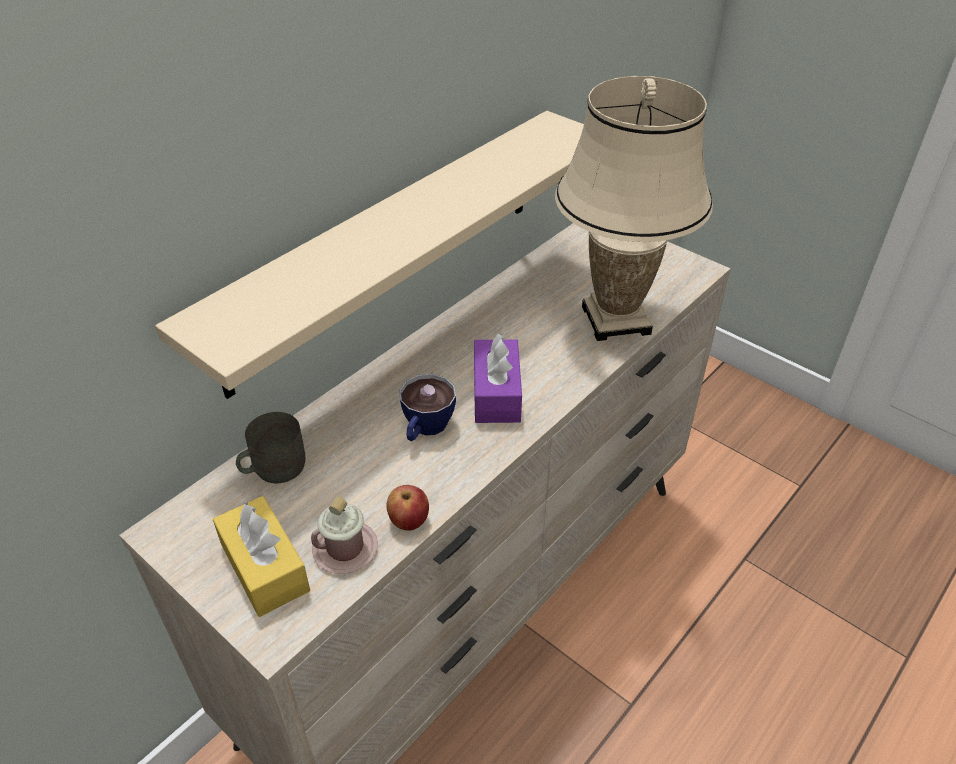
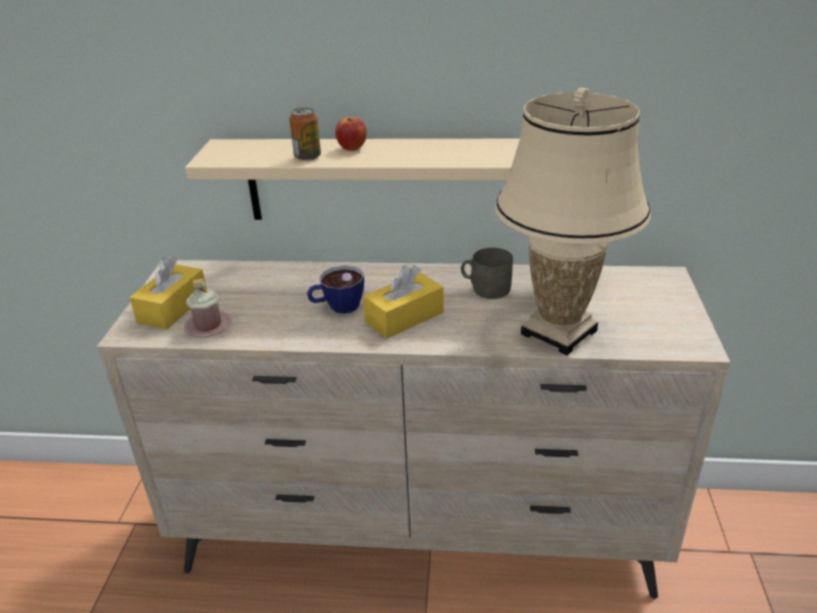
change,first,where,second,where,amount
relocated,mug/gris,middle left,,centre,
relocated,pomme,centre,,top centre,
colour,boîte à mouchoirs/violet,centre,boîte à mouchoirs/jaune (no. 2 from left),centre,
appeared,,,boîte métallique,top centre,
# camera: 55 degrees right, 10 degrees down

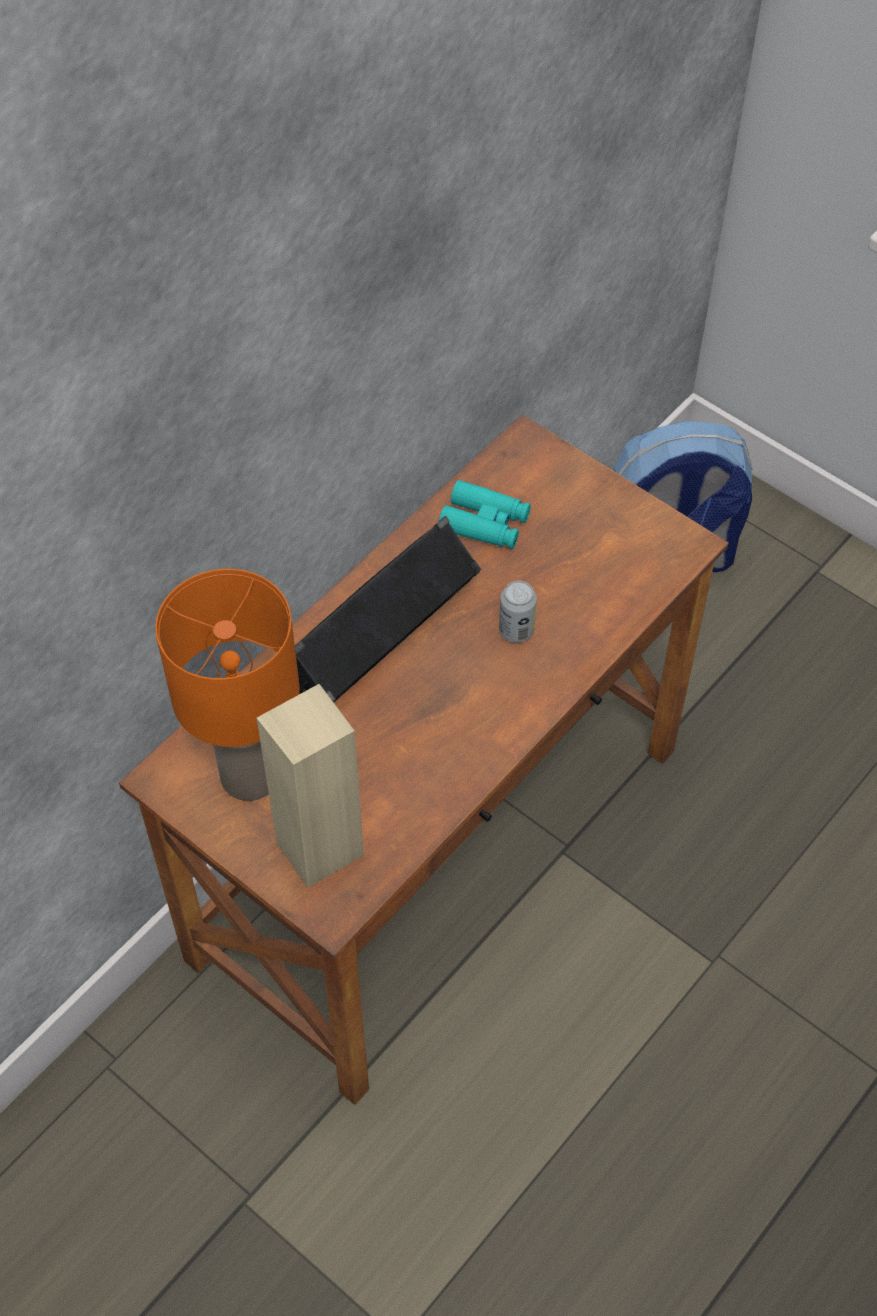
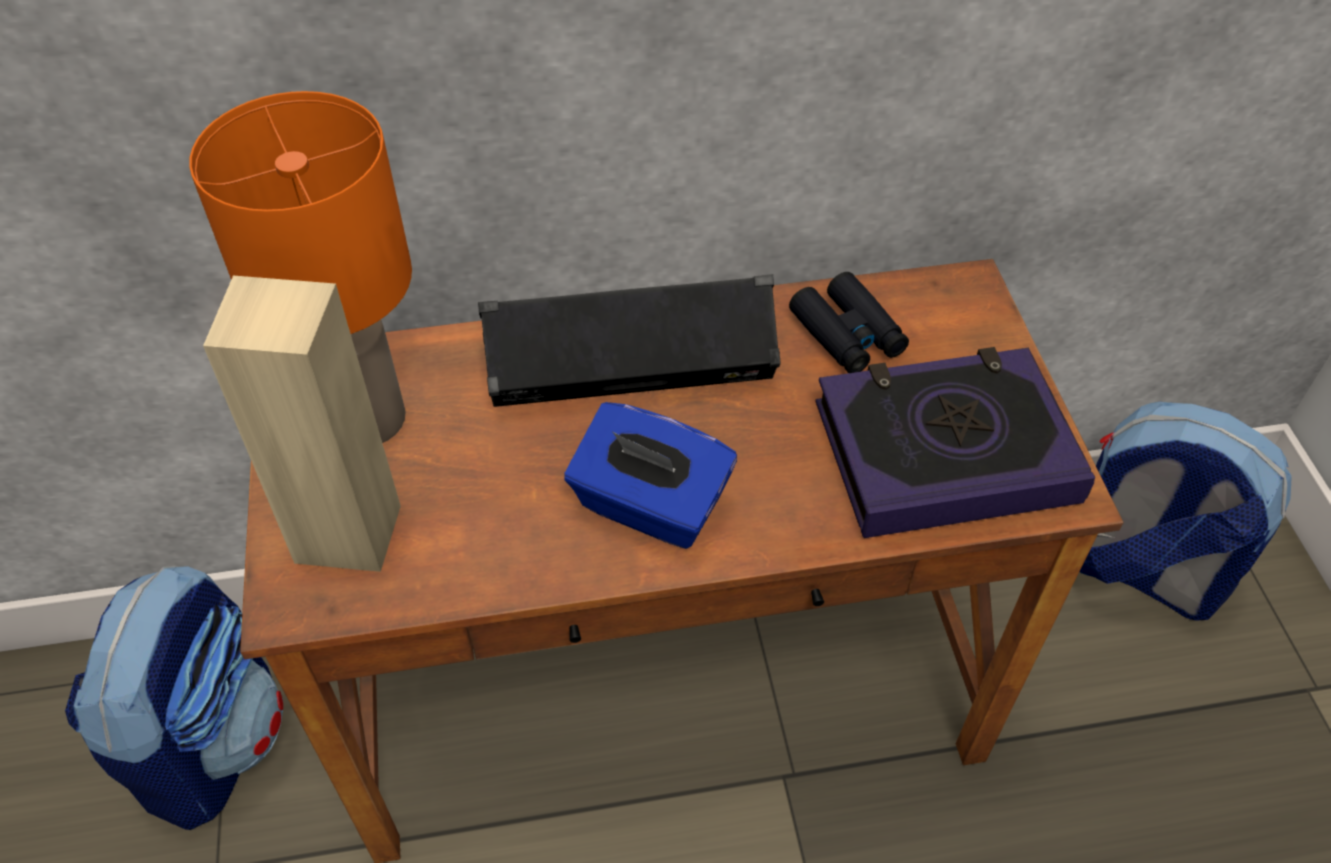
change,first,where,second,where,amount
colour,jumelles/turquoise,centre,jumelles/noir,centre,
missing,boîte métallique,centre,,,
appeared,,,sac à dos (no. 1 from left),bottom left,
appeared,,,boîte à mouchoirs/bleu,centre,
appeared,,,livre,middle right,
# camera: 40 degrees right, 5 degrees down

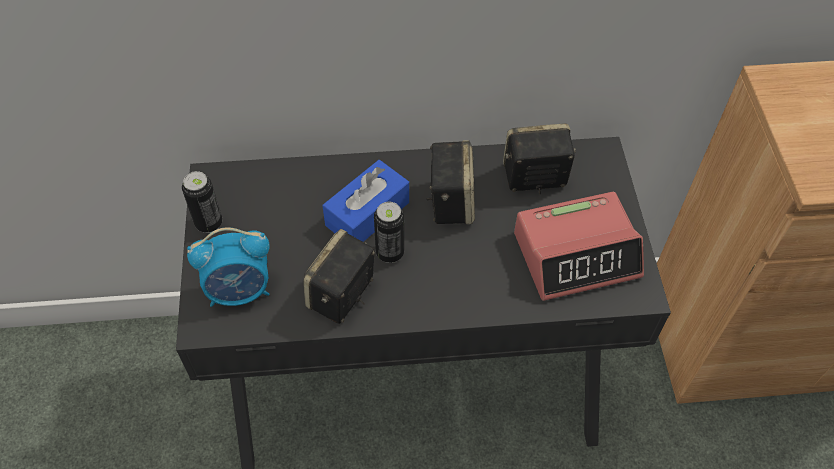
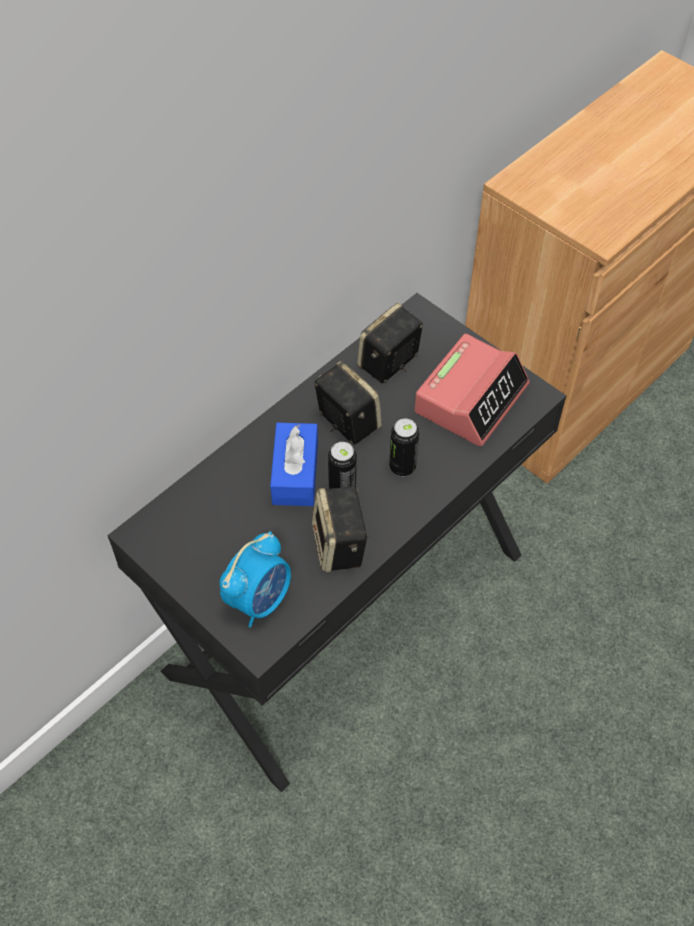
change,first,where,second,where,amount
relocated,boîte métallique (no. 1 from left in the first image),middle left,boîte métallique (no. 2 from left),centre,
# camera: 40 degrees left, 0 degrees up

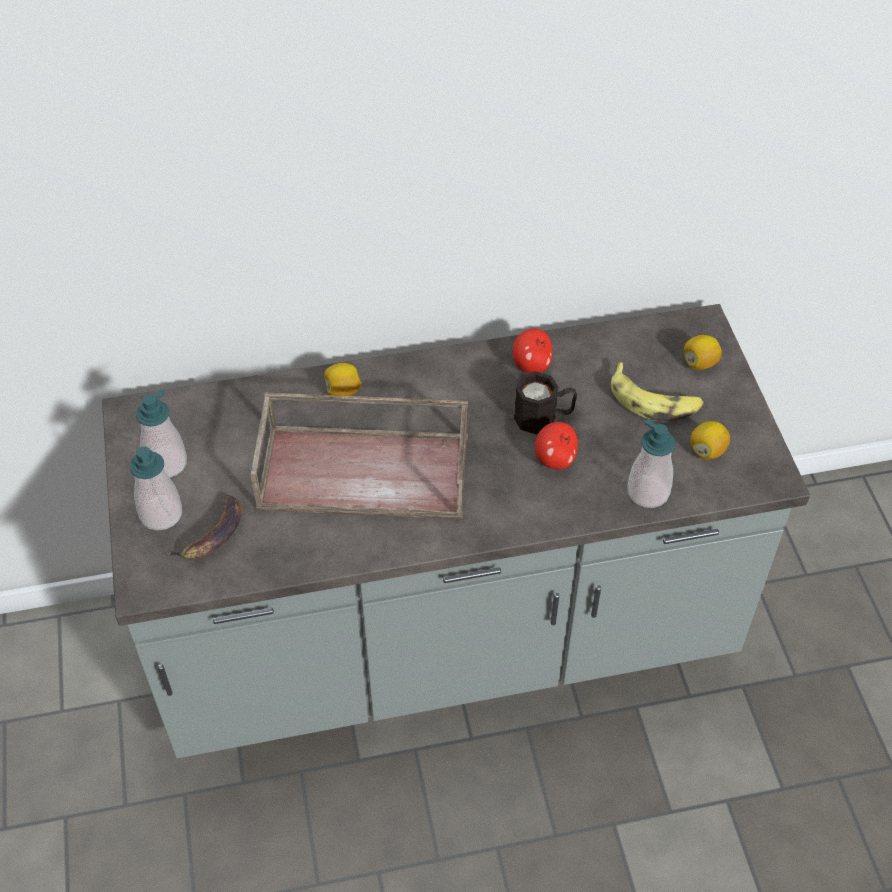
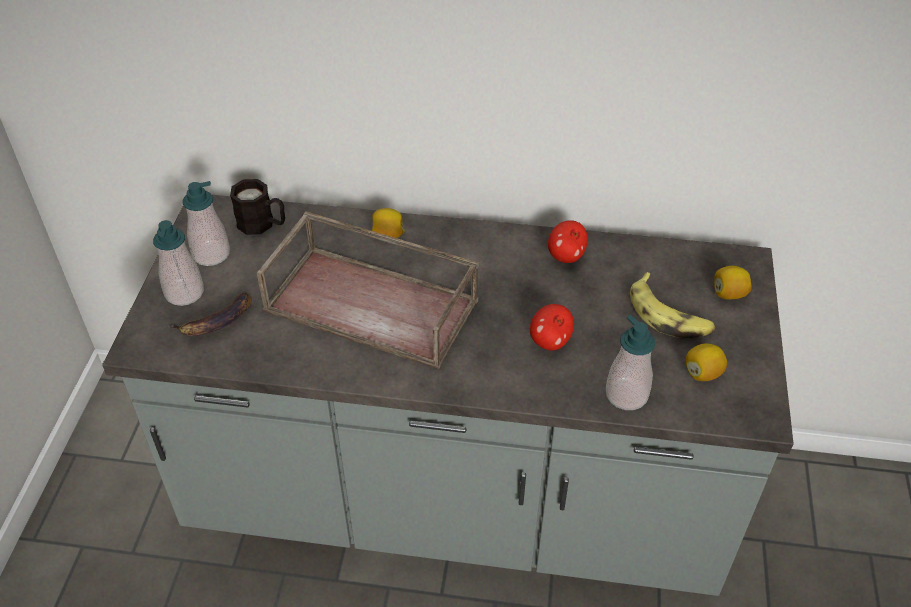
change,first,where,second,where,amount
relocated,mug/noir,centre,,middle left,
# camera: 20 degrees right, 5 degrees down

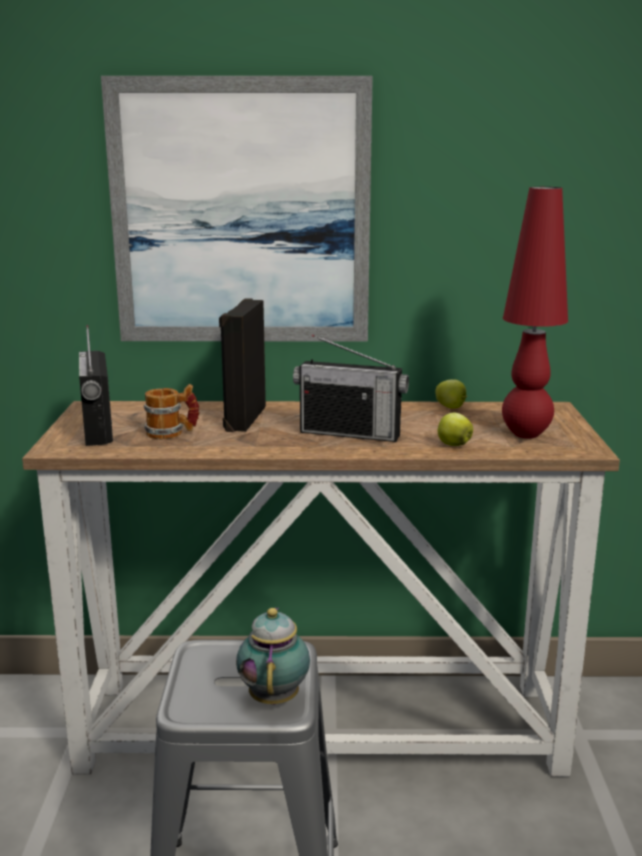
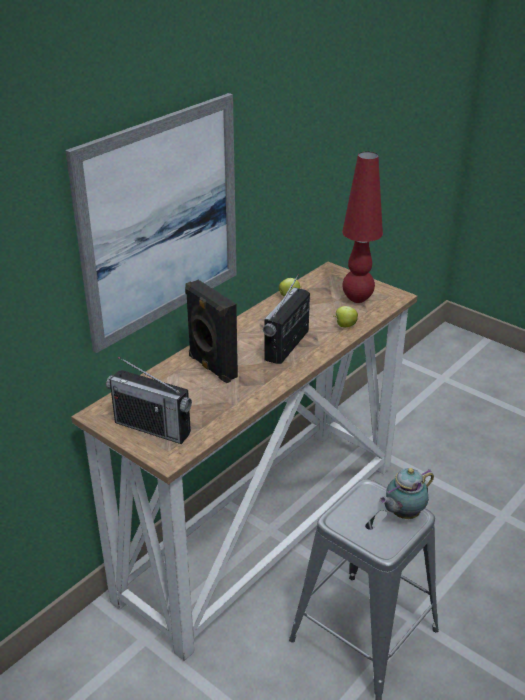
change,first,where,second,where,amount
missing,mug,middle left,,,
spun,théière,bottom centre,,bottom right,75 degrees counterclockwise
spun,radio (no. 2 from left),centre,,centre,150 degrees clockwise
# camera: 50 degrees left, 15 degrees up

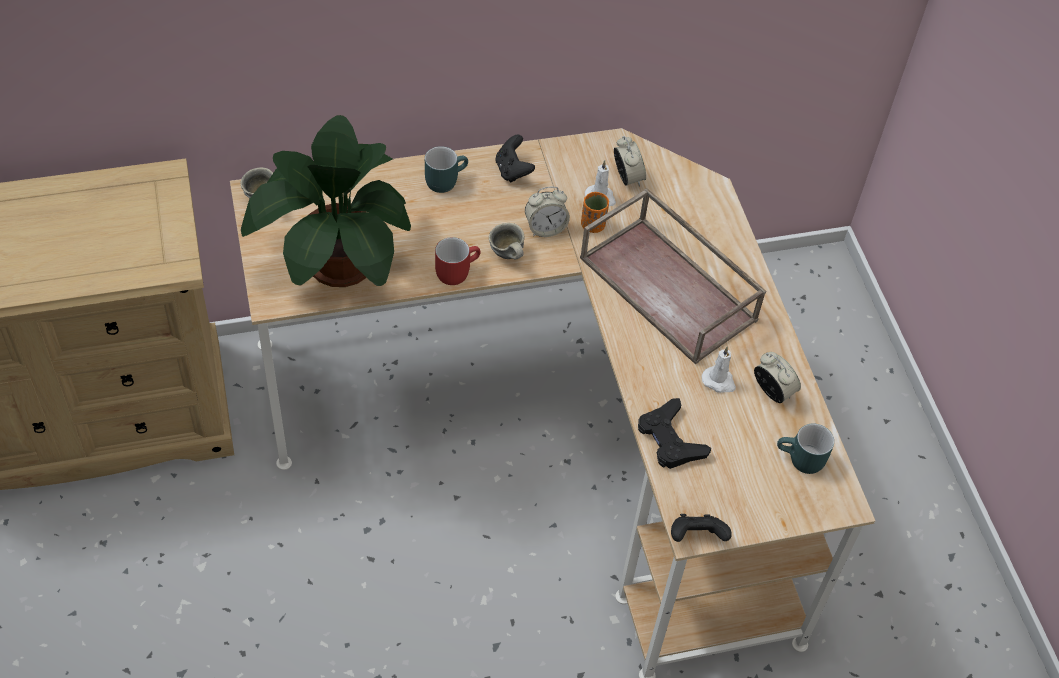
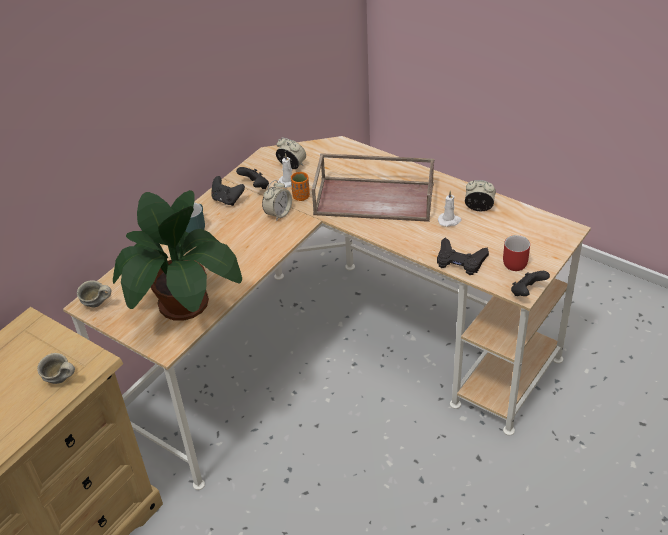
change,first,where,second,where,amount
relocated,mug/rouge,centre,,middle right,
relocated,mug/gris (no. 2 from left in the first image),centre,mug/gris (no. 1 from left),bottom left,
missing,mug/turquoise (no. 2 from left),middle right,,,
appeared,,,manette/noir (no. 2 from left),top centre,
# camera: 35 degrees left, 10 degrees down

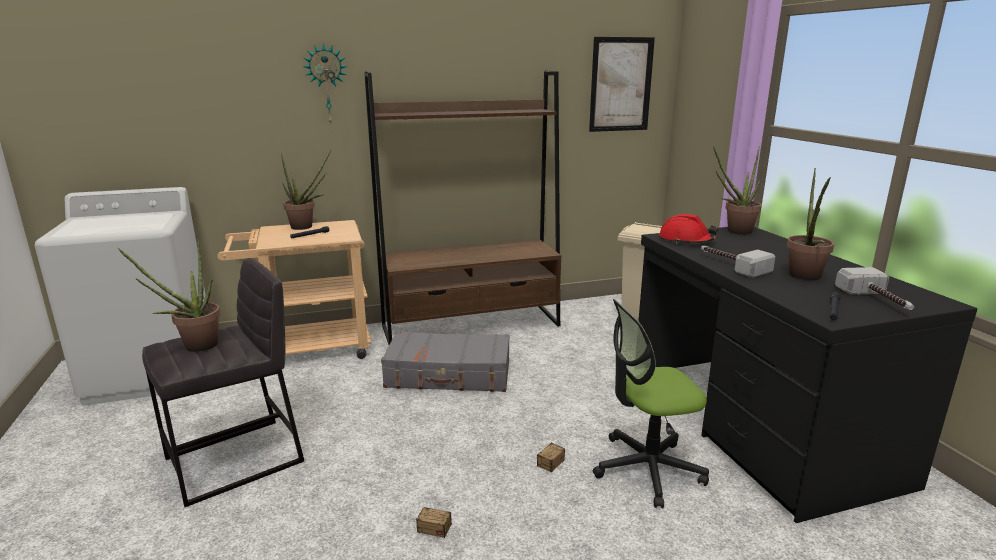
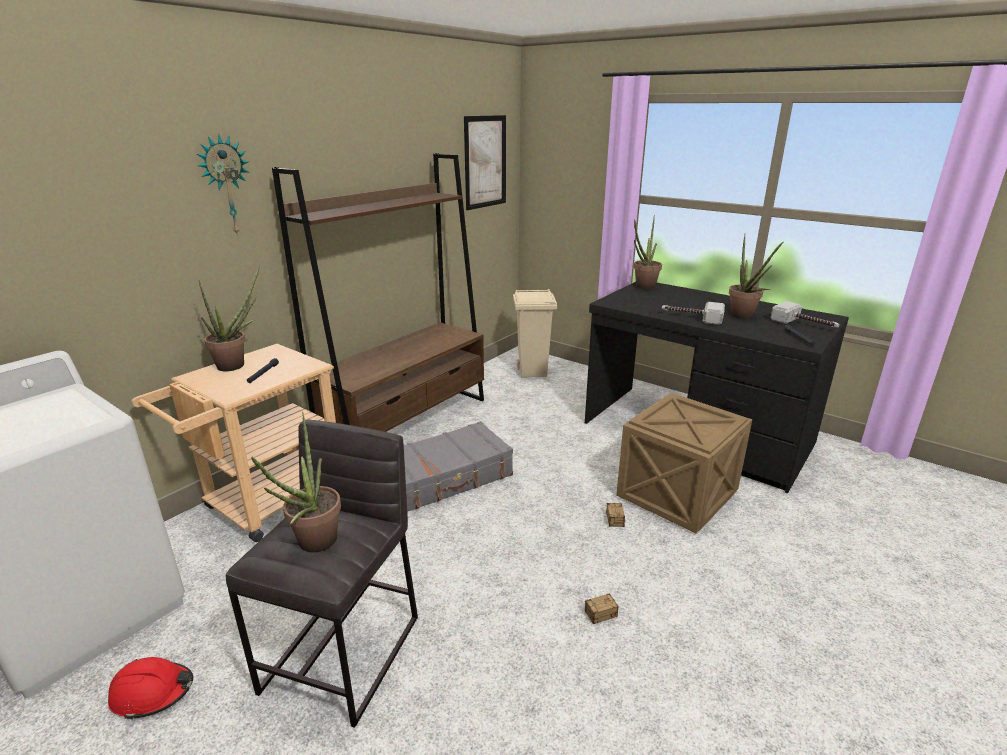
change,first,where,second,where,amount
exchanged,chaise de bureau,bottom centre,caisse,middle right,
relocated,casque de chantier/rouge,middle right,,bottom left,
# camera: 35 degrees left, 5 degrees up

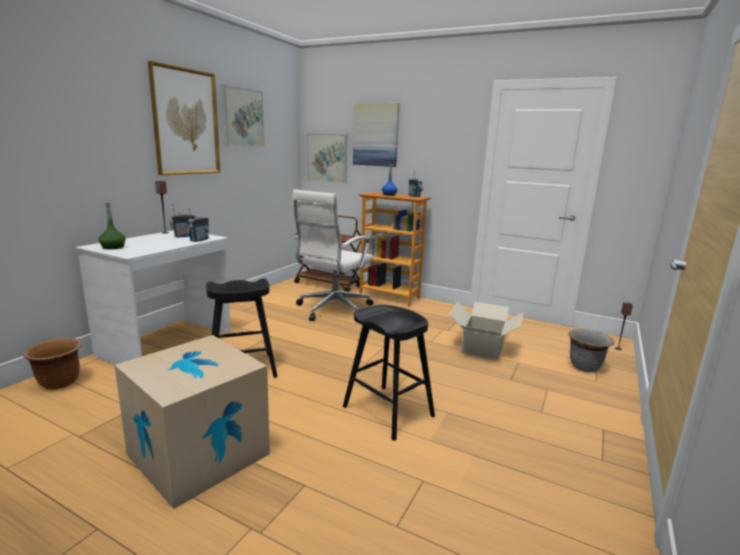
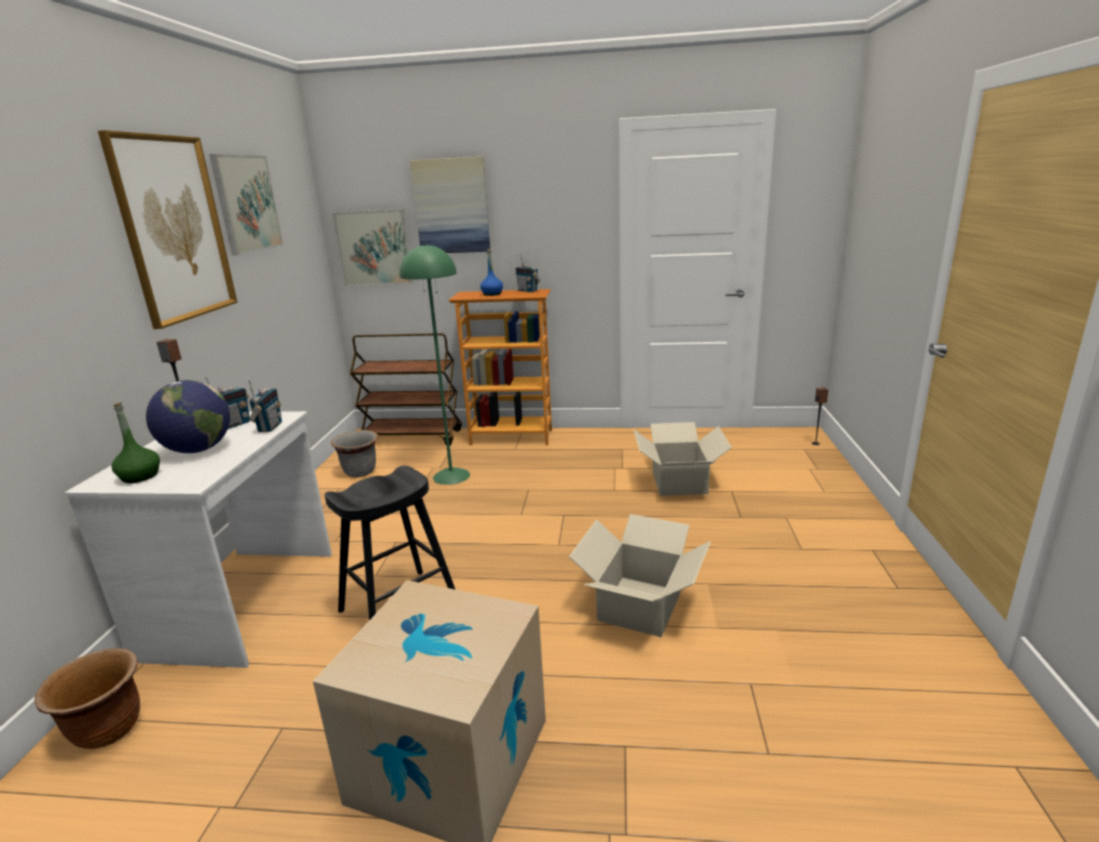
change,first,where,second,where,amount
exchanged,chaise de bureau/blanc,centre,lampadaire/vert,centre,
exchanged,tabouret/noir (no. 2 from left),bottom centre,carton (no. 2 from left),bottom centre,
relocated,cache-pot/gris,middle right,,middle left,
appeared,,,globe,middle left,
# camera: 20 degrees left, 5 degrees up

